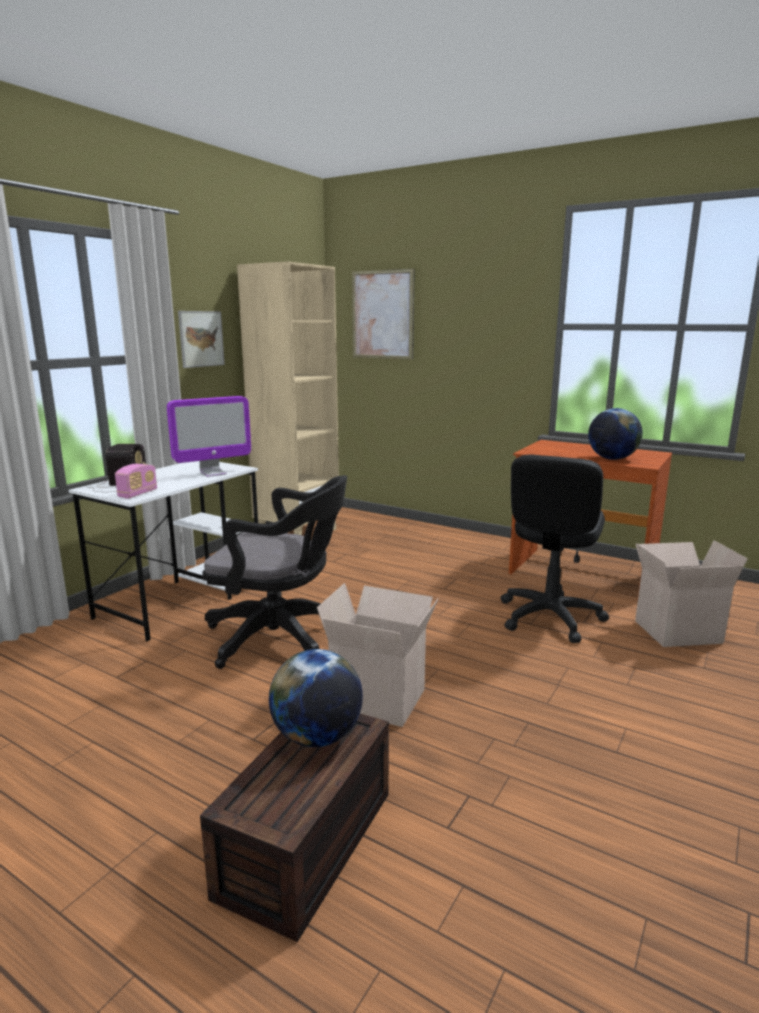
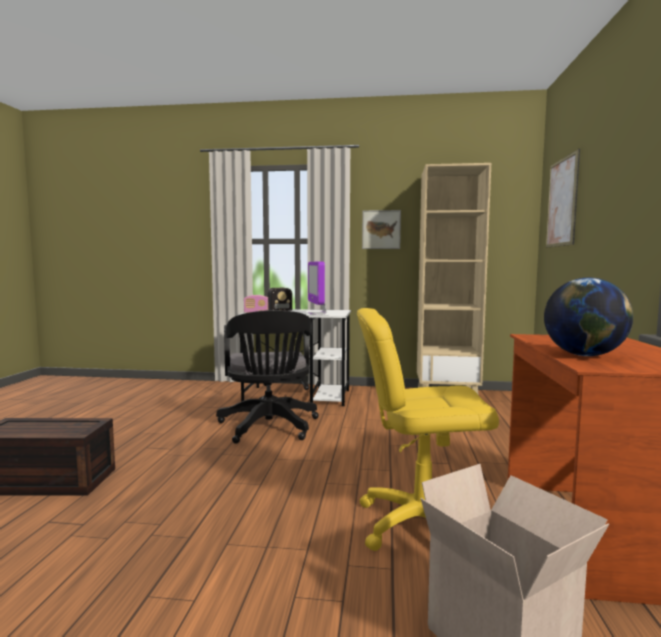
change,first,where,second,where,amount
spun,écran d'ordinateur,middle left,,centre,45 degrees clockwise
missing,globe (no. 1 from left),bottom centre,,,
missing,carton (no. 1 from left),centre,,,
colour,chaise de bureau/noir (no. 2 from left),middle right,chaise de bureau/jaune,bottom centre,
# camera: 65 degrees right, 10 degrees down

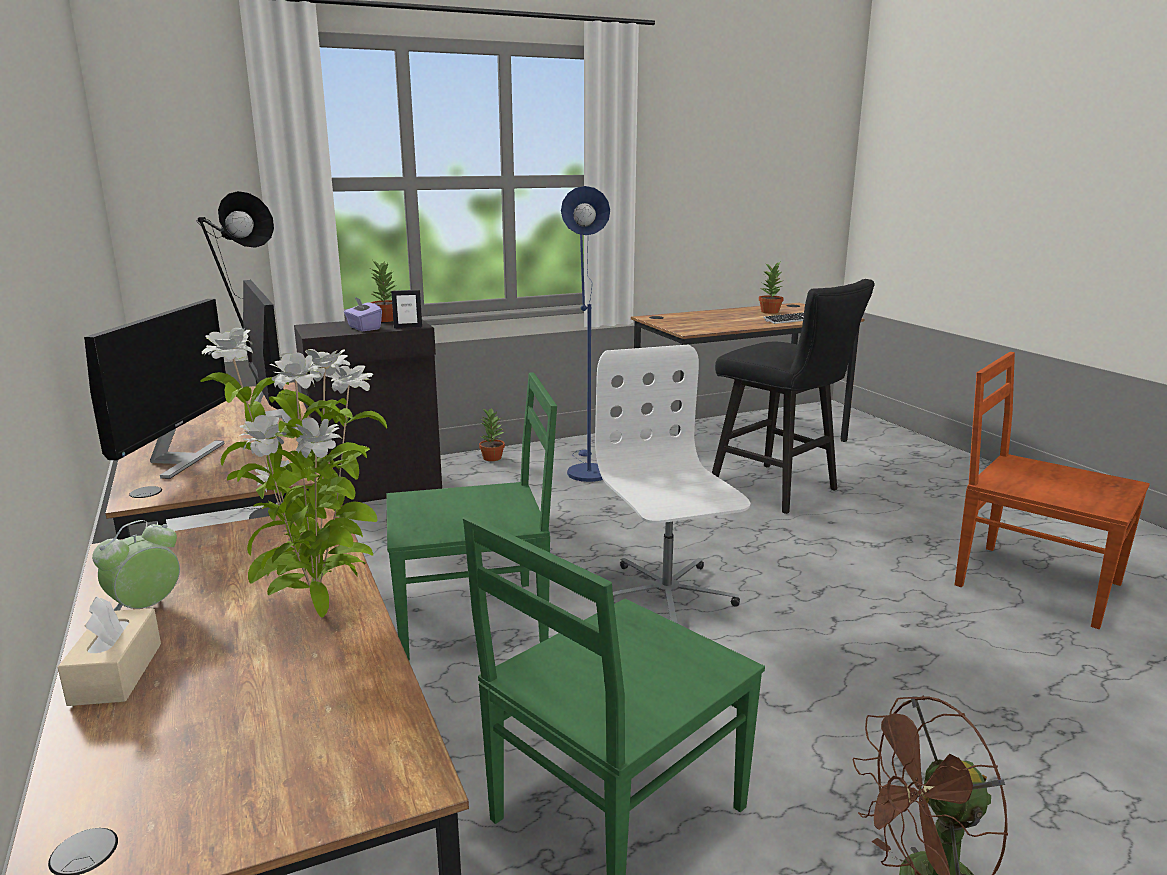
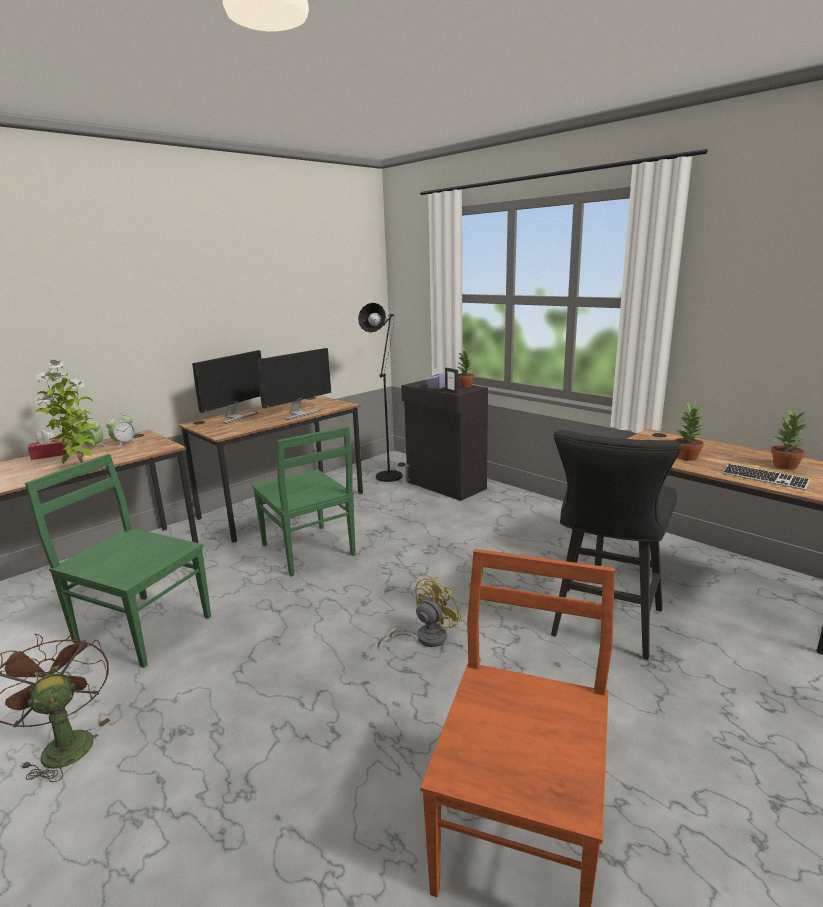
change,first,where,second,where,amount
colour,boîte à mouchoirs/beige,bottom left,boîte à mouchoirs/rouge,middle left,
spun,écran d'ordinateur (no. 1 from left),middle left,,middle left,45 degrees counterclockwise
relocated,plante en pot (no. 3 from left),centre,,middle right,
missing,lampadaire/bleu,centre,,,
missing,chaise de bureau/blanc,centre,,,
appeared,,,réveil (no. 2 from left),middle left,
appeared,,,ventilateur/jaune,bottom centre,
# camera: 70 degrees right, 0 degrees up

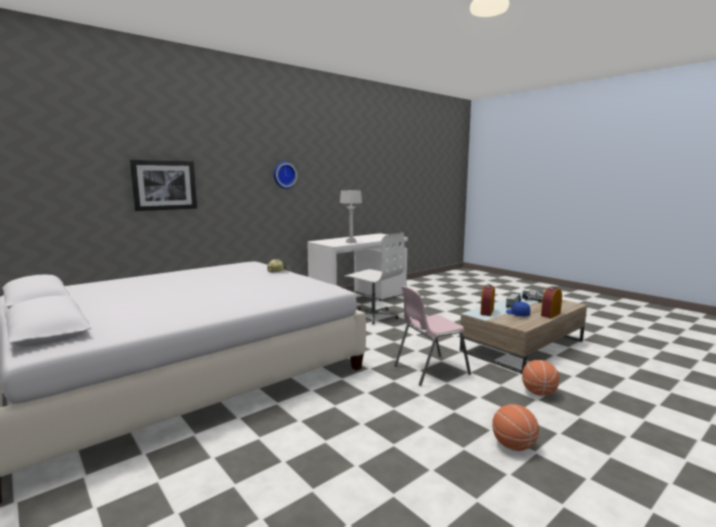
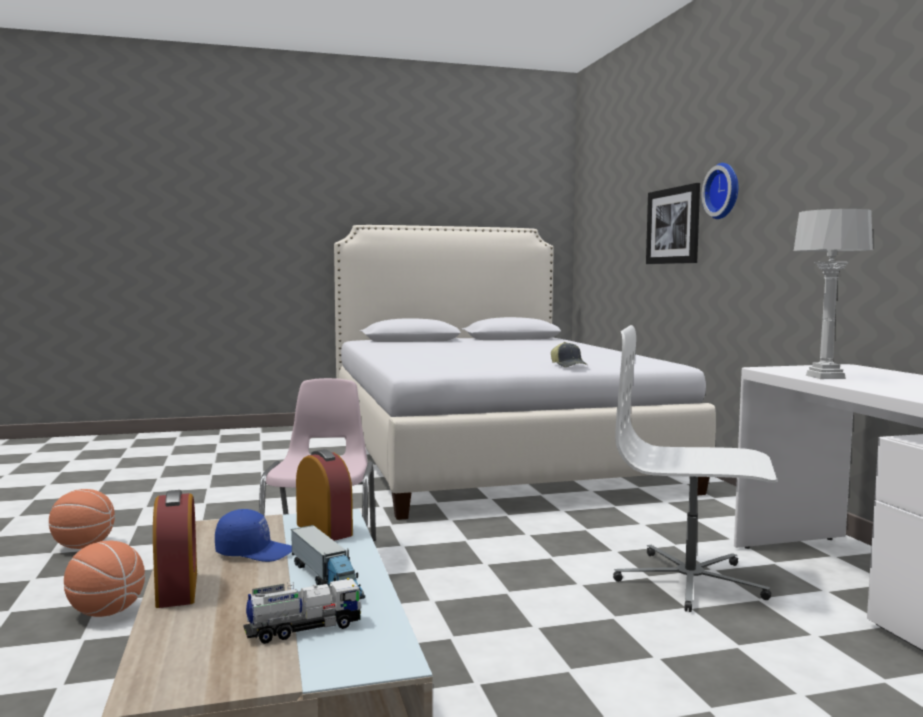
change,first,where,second,where,amount
relocated,horloge murale,top centre,,top right,
spun,chaise de bureau/blanc,centre,,middle right,45 degrees clockwise
# camera: 115 degrees right, 5 degrees down

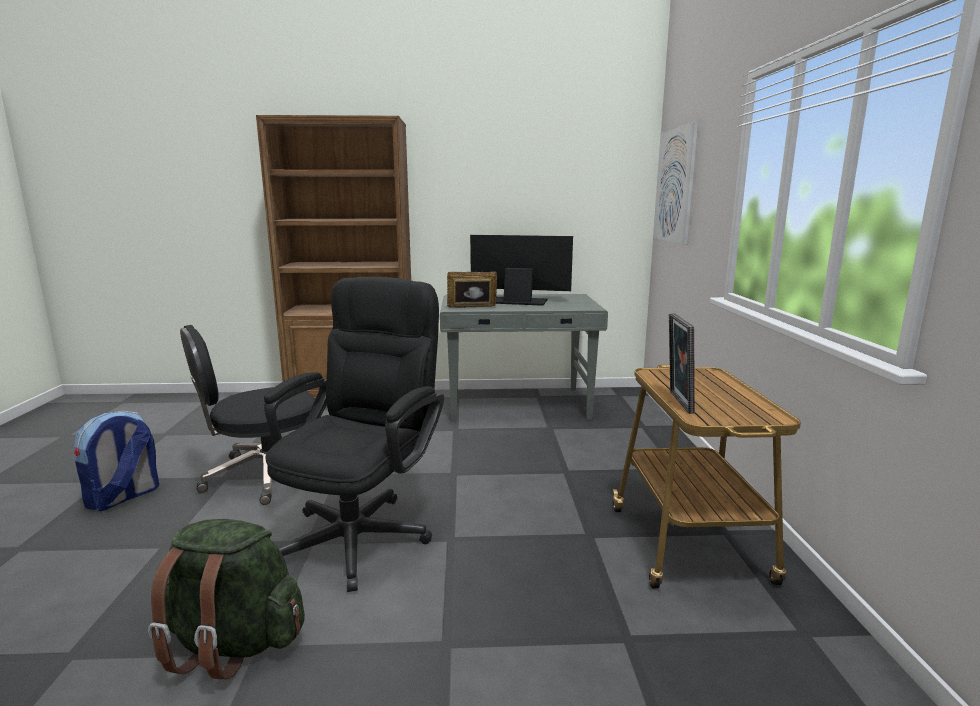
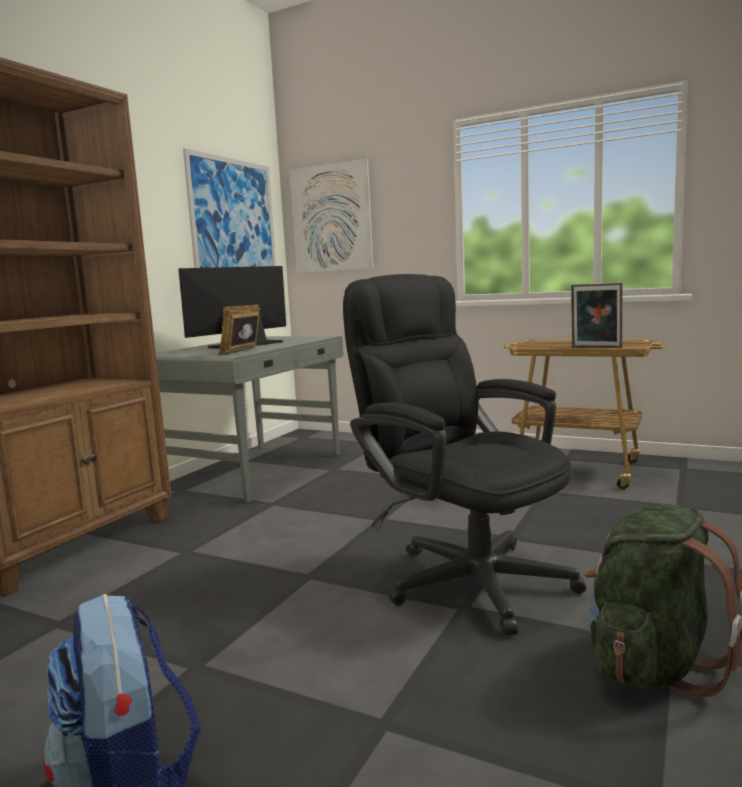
change,first,where,second,where,amount
missing,chaise de bureau/noir (no. 1 from left),middle left,,,
appeared,,,tableau (no. 1 from left),top left,
# camera: 60 degrees left, 5 degrees down

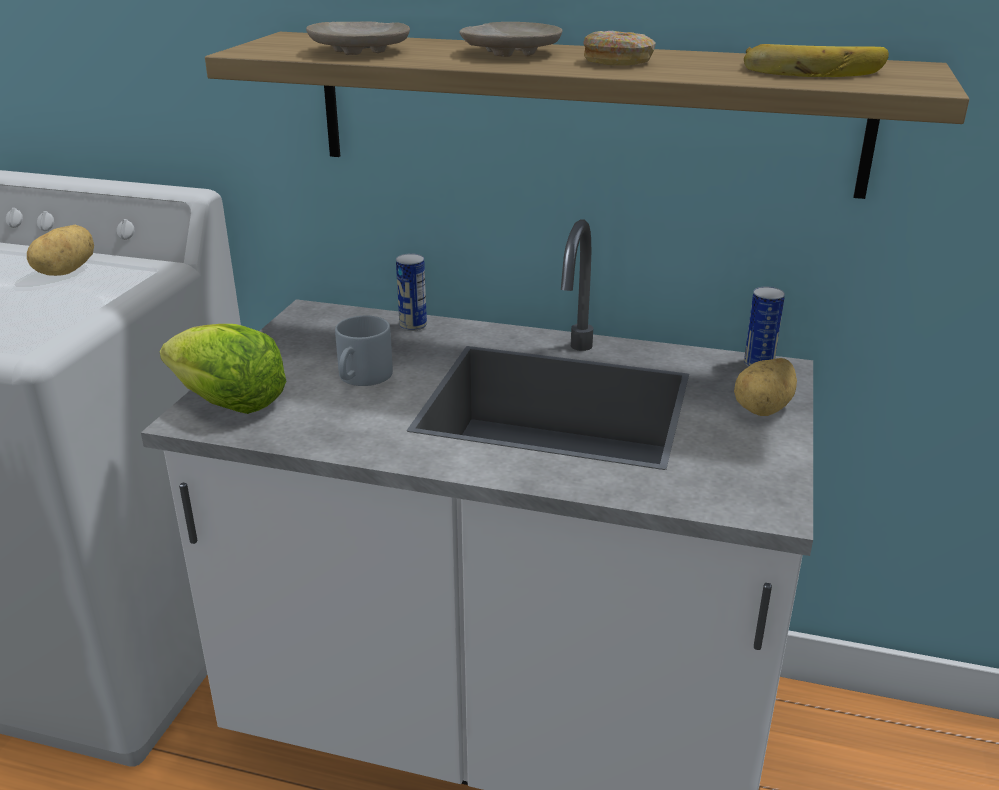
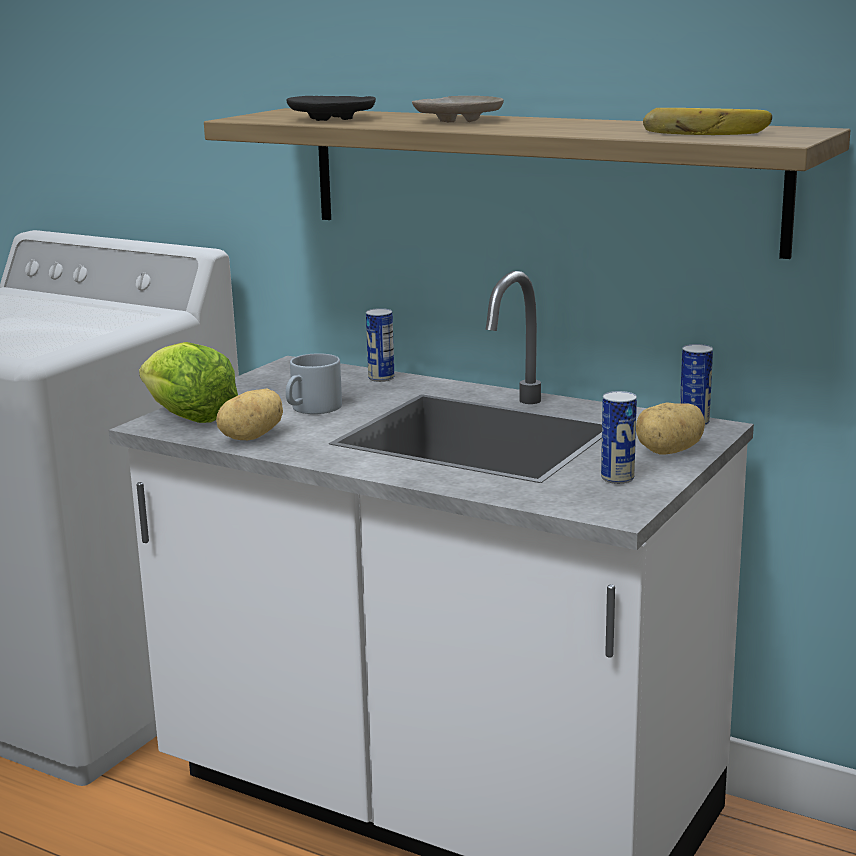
change,first,where,second,where,amount
relocated,pomme de terre (no. 1 from left),top left,,middle left,
colour,assiette/beige (no. 1 from left),top centre,assiette/noir,top centre,
missing,beignet,top centre,,,
appeared,,,boîte métallique (no. 2 from left),middle right,
# camera: 15 degrees right, 10 degrees down

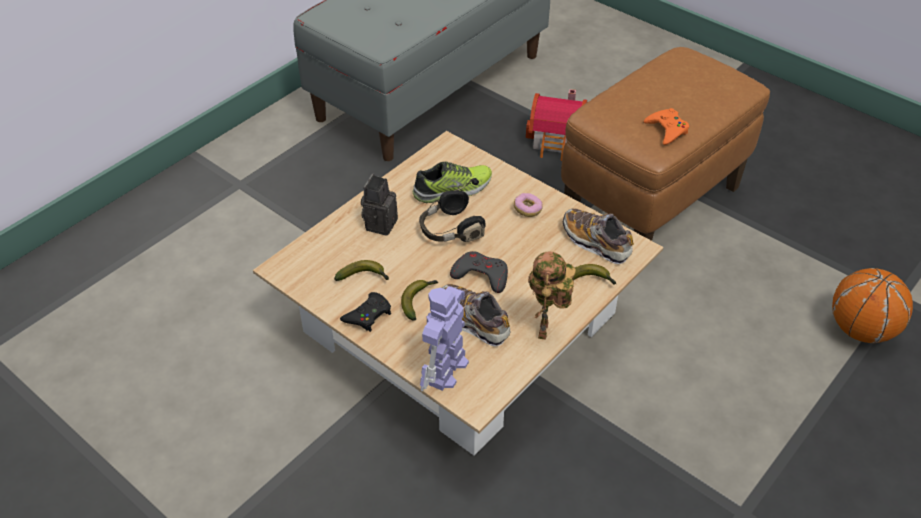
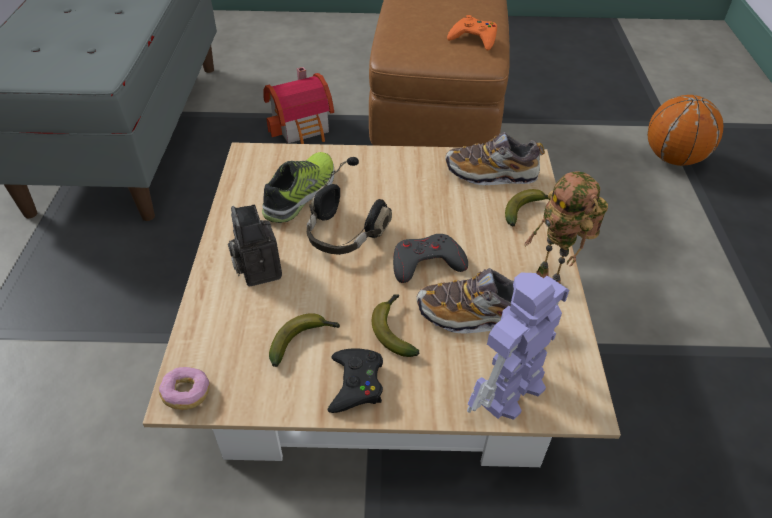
change,first,where,second,where,amount
spun,robot jouet (no. 1 from left),centre,,bottom right,60 degrees clockwise
relocated,beignet,centre,,bottom left,
# camera: 40 degrees left, 0 degrees up

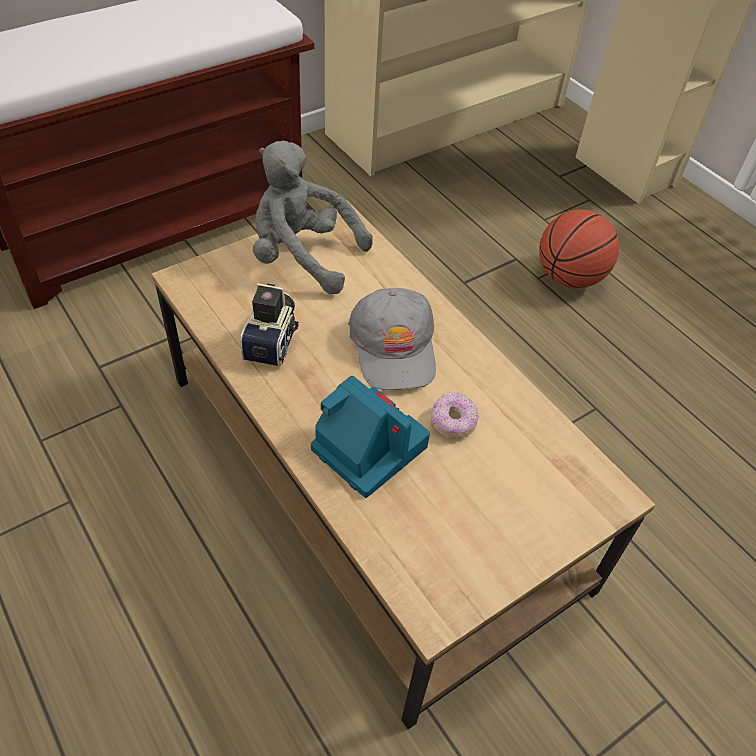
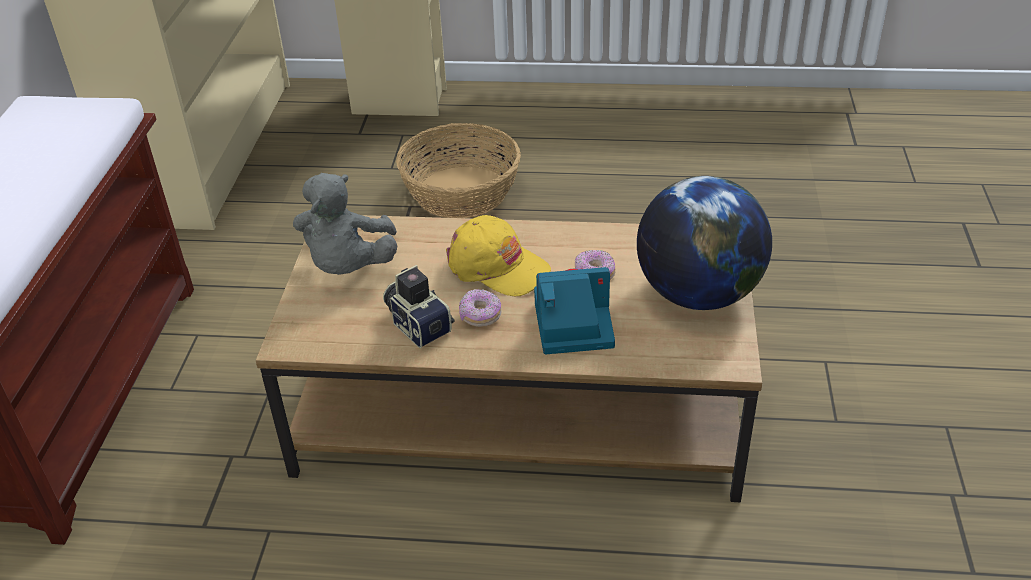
change,first,where,second,where,amount
spun,peluche/gris,top centre,,centre,60 degrees counterclockwise
colour,casquette/gris,centre,casquette/jaune,centre,
exchanged,ballon de basket,top right,panier,top centre,
appeared,,,beignet (no. 1 from left),centre,
appeared,,,globe,middle right,
# camera: 45 degrees left, 10 degrees down

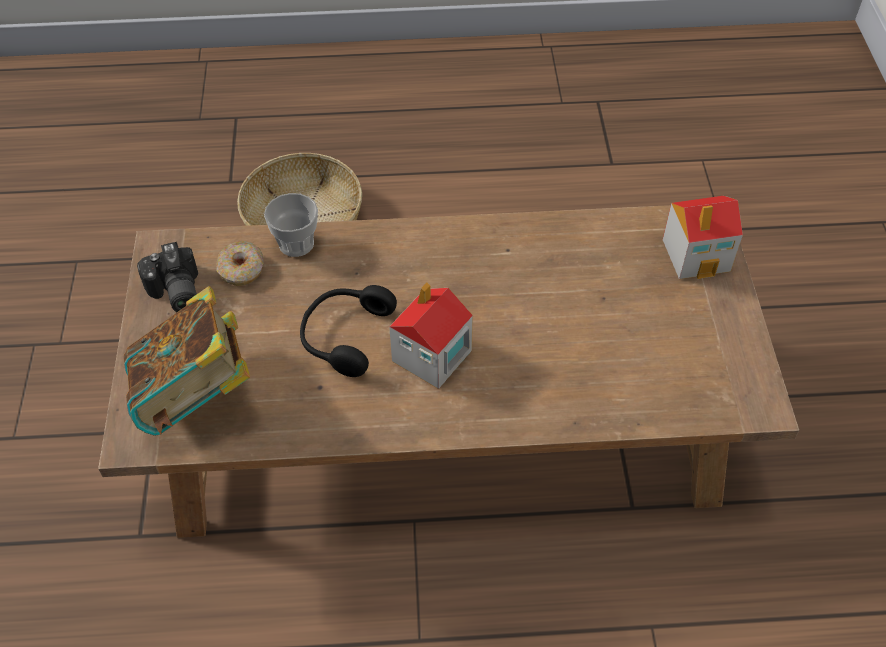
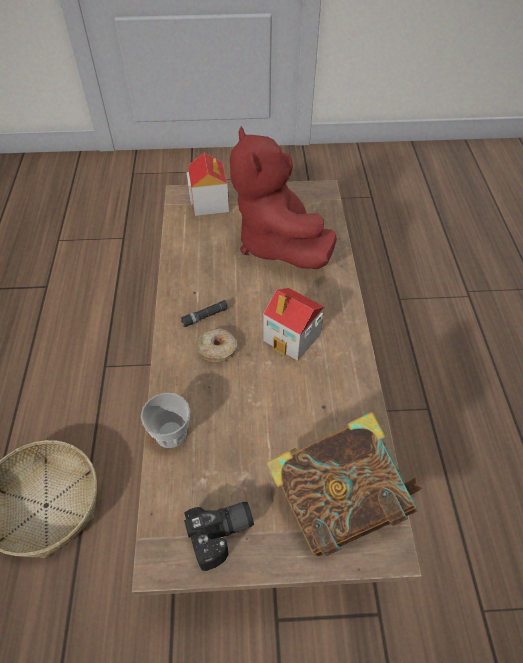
change,first,where,second,where,amount
relocated,beignet,middle left,,centre,
missing,casque audio/noir,centre,,,
appeared,,,lampe de poche/noir,centre,
appeared,,,peluche/rouge,top centre,
# camera: 90 degrees left, 0 degrees up

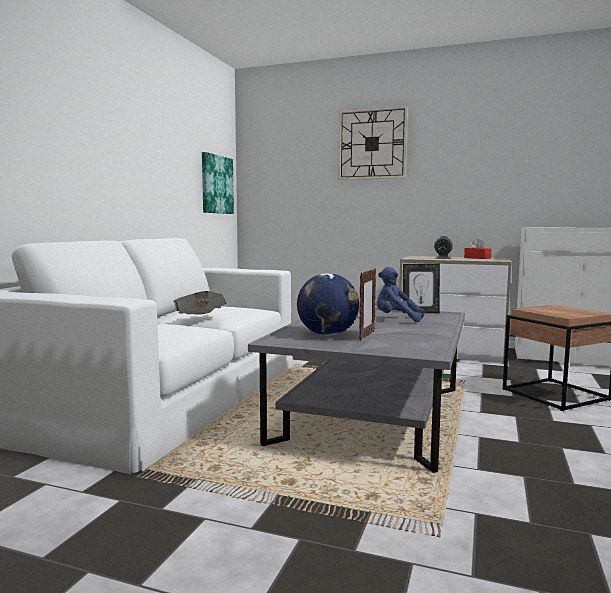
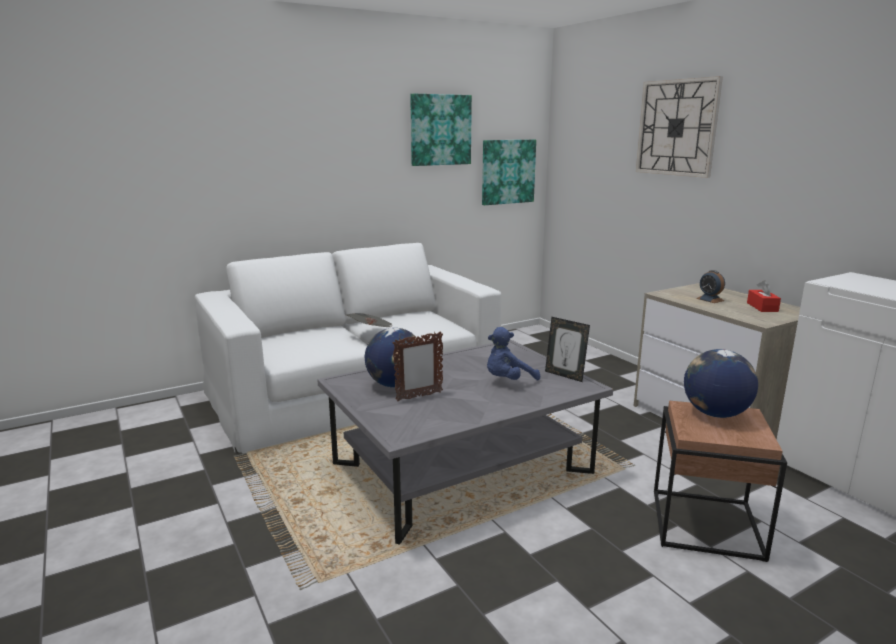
change,first,where,second,where,amount
spun,peluche/bleu,centre,,centre,90 degrees counterclockwise
appeared,,,tableau (no. 1 from left),top centre,
appeared,,,globe (no. 2 from left),middle right,
# camera: 40 degrees right, 10 degrees up

